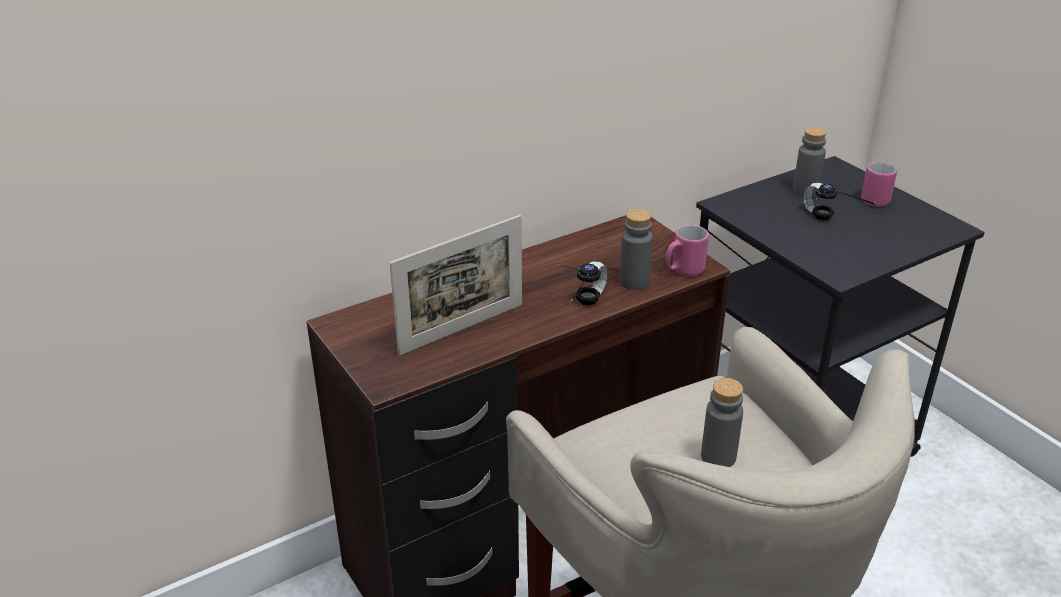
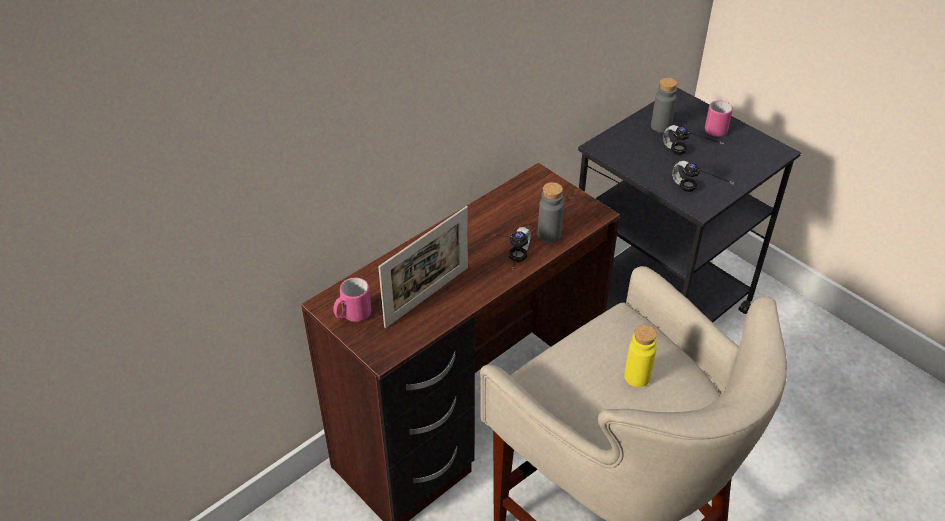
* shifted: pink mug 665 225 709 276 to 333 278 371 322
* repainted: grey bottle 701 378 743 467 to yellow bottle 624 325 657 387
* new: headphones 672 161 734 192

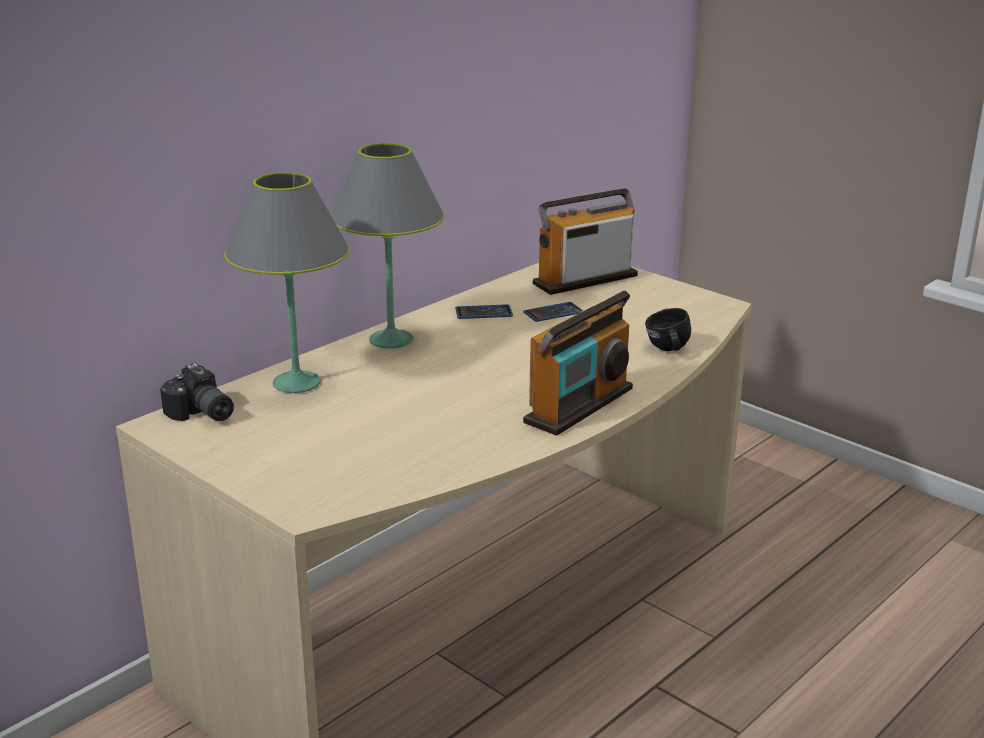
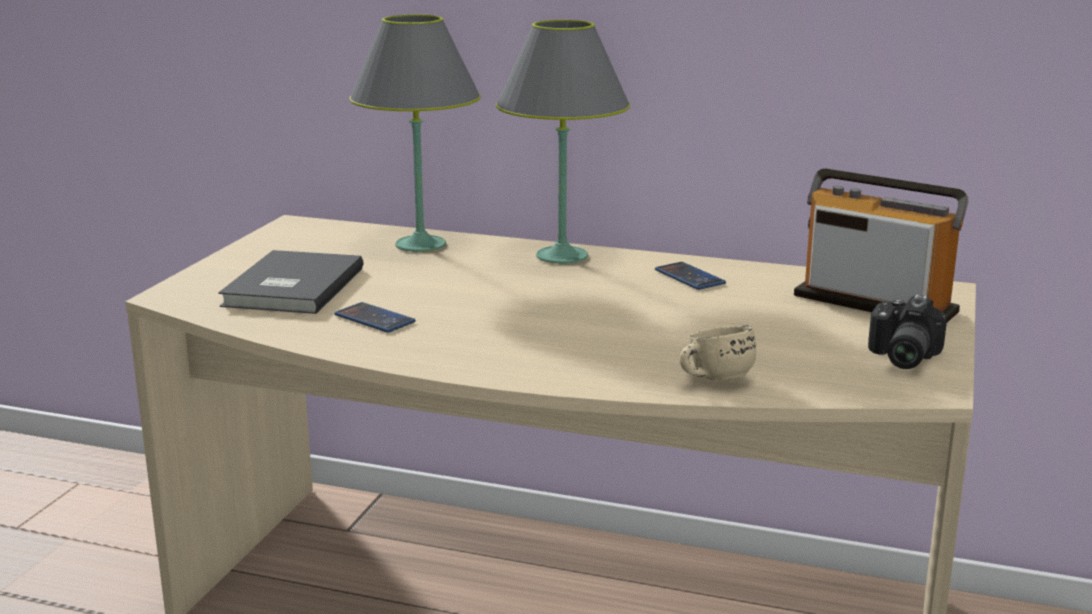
* new: grey book 218 250 364 314
* shifted: phone 523 302 583 322 to 334 302 416 333
* repainted: black mug 645 308 691 351 to beige mug 680 325 756 380
* shifted: photo camera 160 363 234 421 to 868 294 947 369
* gone: radio 523 291 633 436

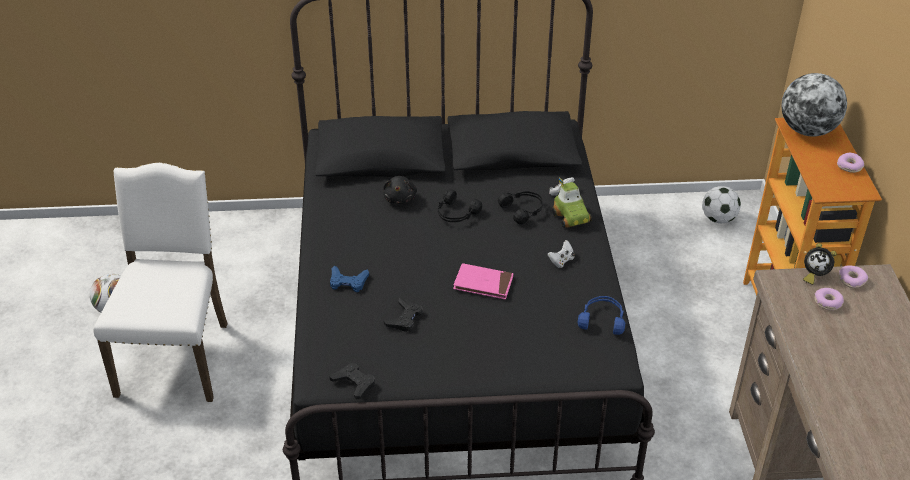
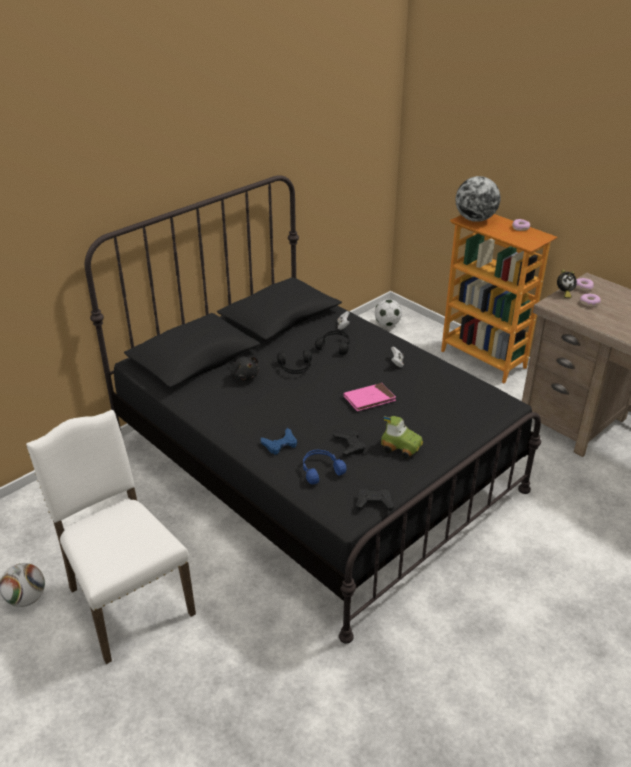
* shifted: blue headphones 577 296 625 335 to 303 450 347 484
* shifted: toy car 552 177 592 228 to 381 416 423 459

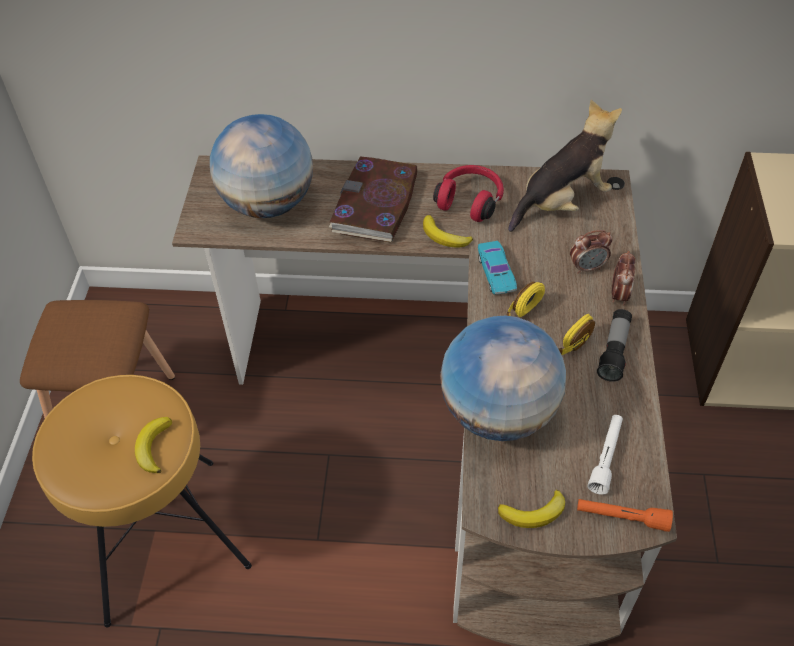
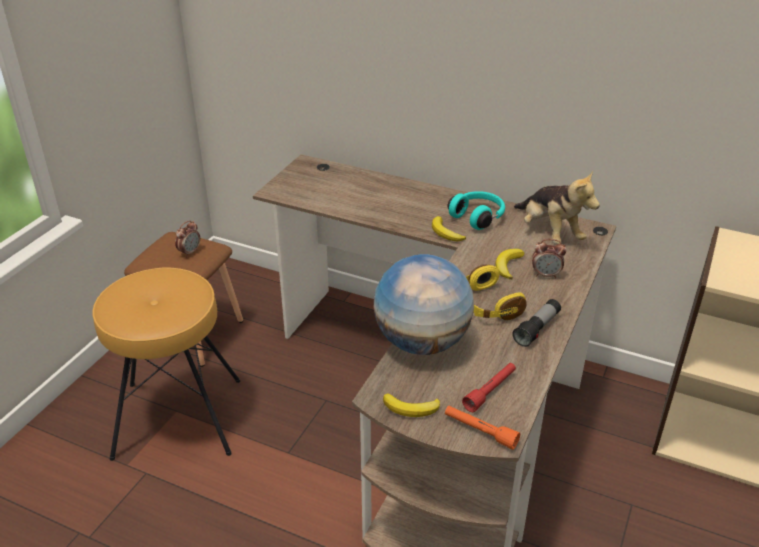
* shifted: alarm clock 612 251 635 305 to 175 220 200 257
* repainted: red headphones 433 165 504 222 to turquoise headphones 448 191 505 230
* repainted: white flashlight 588 415 623 495 to red flashlight 462 363 516 412
* shifted: banana 135 417 172 473 to 495 249 525 280
* rotated: plush toy 508 100 622 232 = 514 171 600 244 75 degrees clockwise
* gone: globe 210 114 313 218
* gone: book 329 157 417 243
* gone: turquoise toy car 478 241 517 295

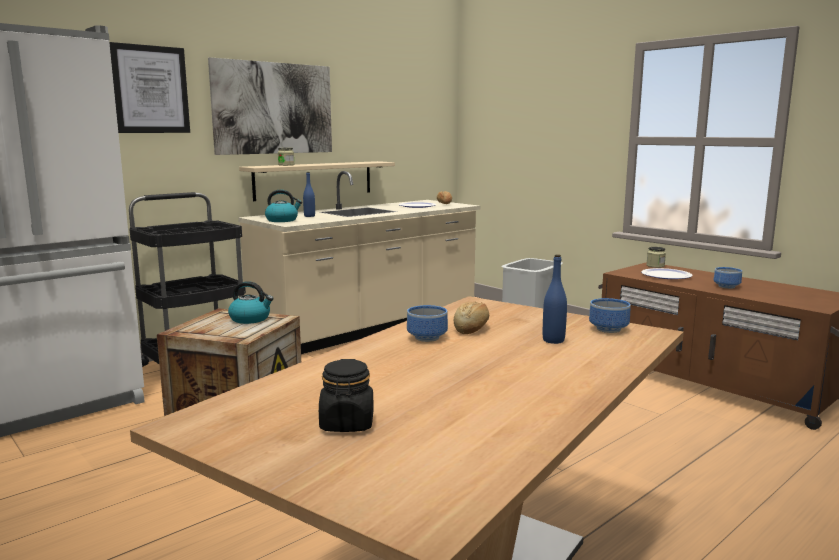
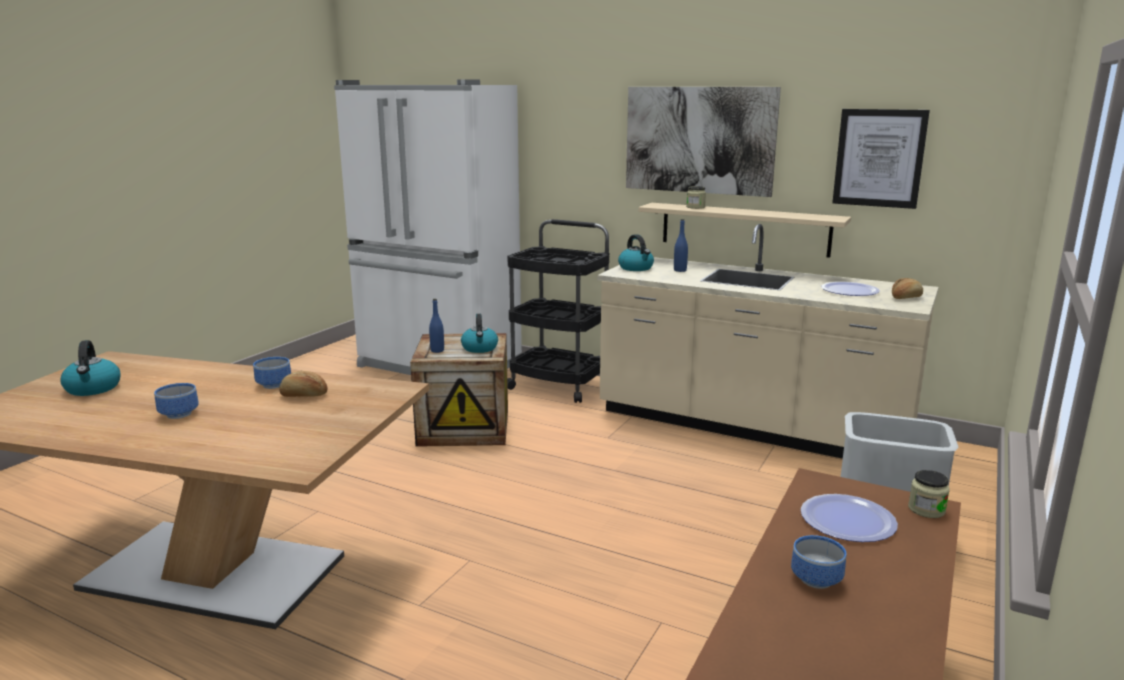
* swapped: black jar 319 359 374 432 to kettle 60 340 121 396
* shifted: bowl 589 298 631 333 to 154 383 199 419
* shifted: blue bottle 543 254 567 344 to 429 299 444 353
* shifted: picture 109 42 190 133 to 832 109 930 209

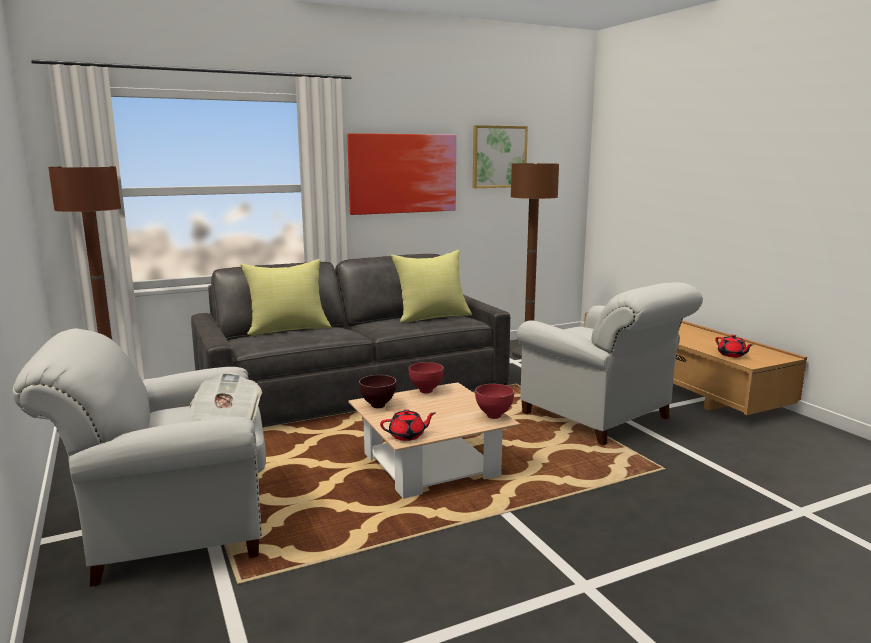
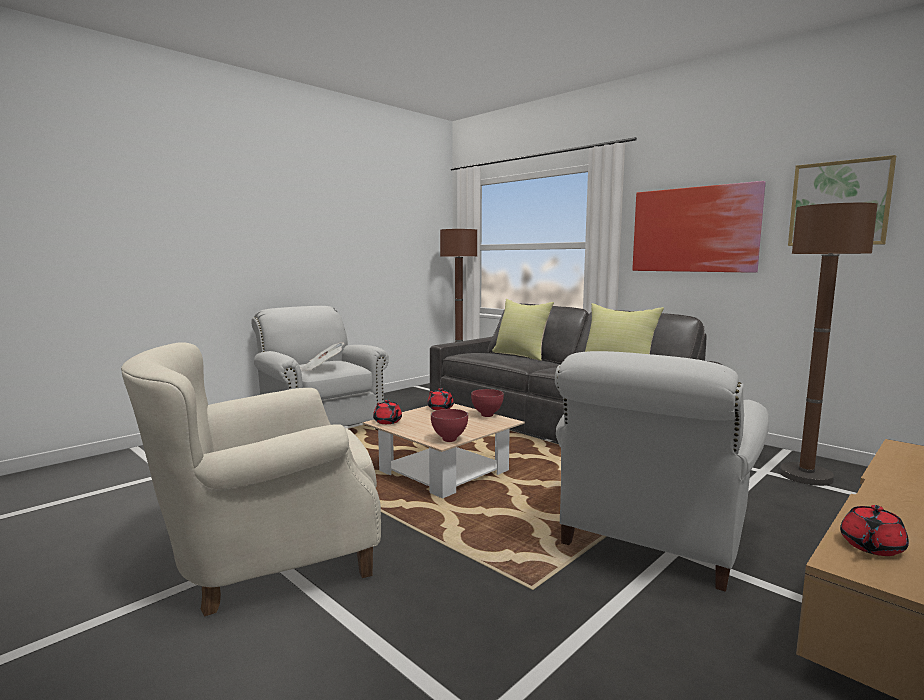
* new: beige armchair 121 343 381 617
* swapped: brown bowl 359 375 396 408 to red teapot 427 388 454 410

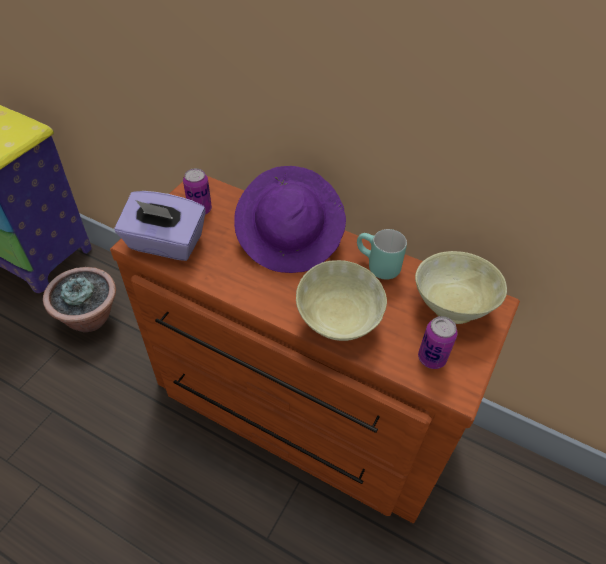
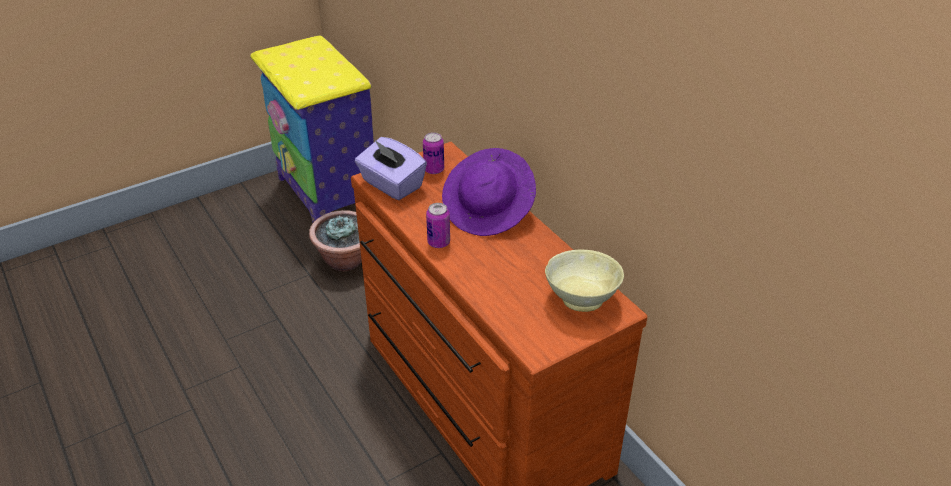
* shifted: can 418 316 458 369 to 426 203 450 248
* gone: beige bowl 296 260 387 341
* gone: turquoise mug 357 229 407 280

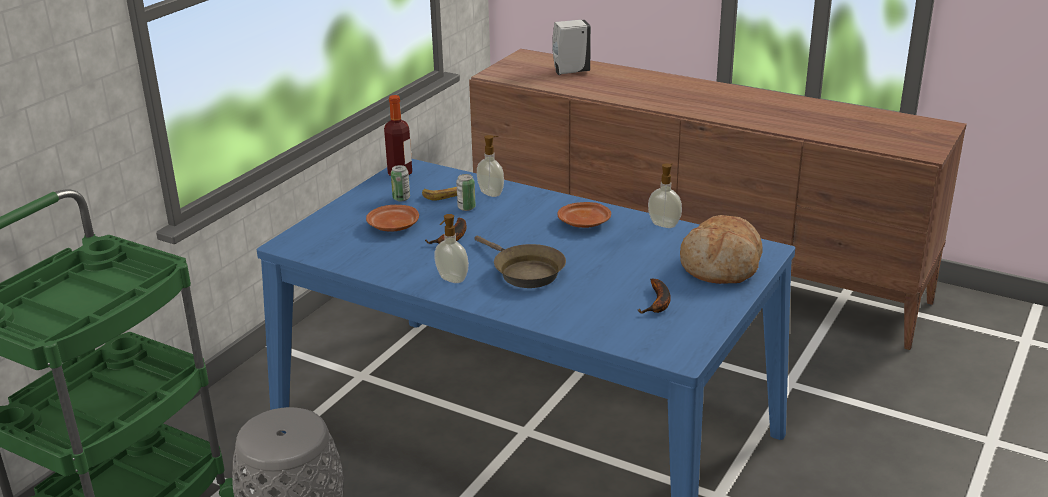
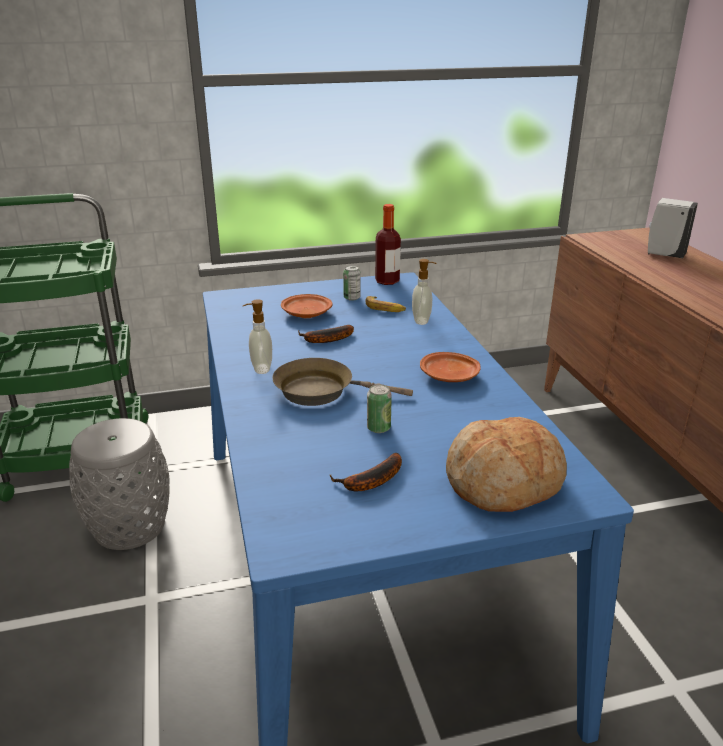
* rotated: brown frying pan 475 236 566 288 = 272 358 413 406 90 degrees clockwise
* shifted: can 456 174 476 211 to 367 384 392 433
* gone: soap dispenser 648 163 682 228

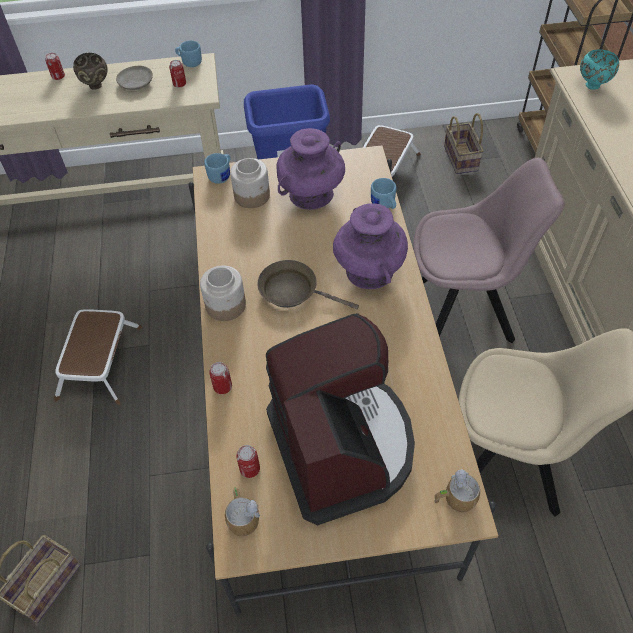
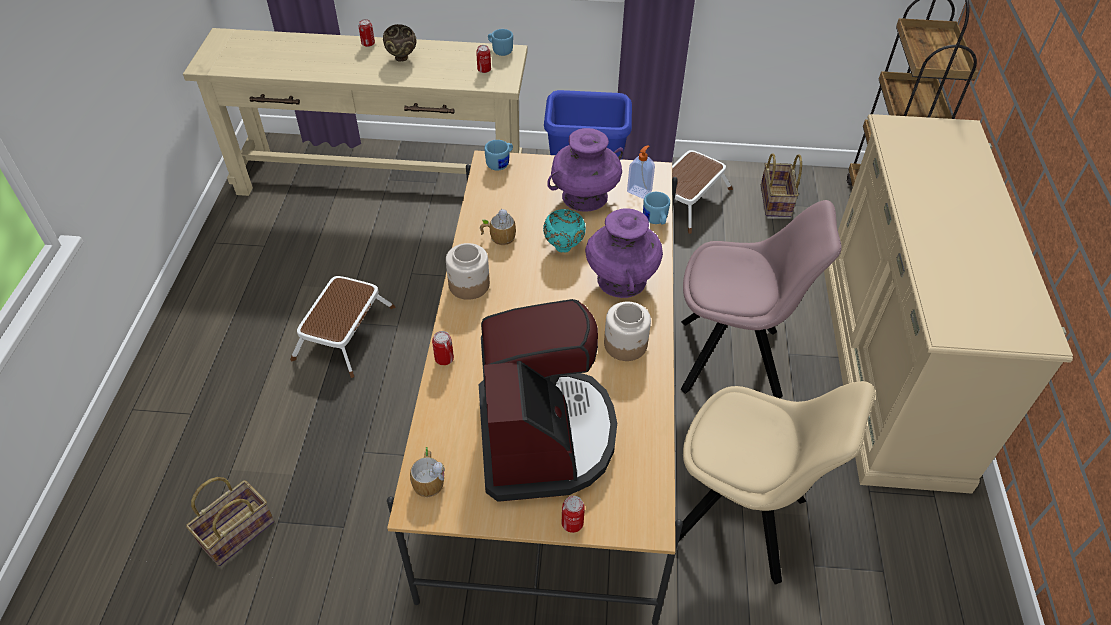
* shifted: mug 434 469 480 513 to 480 209 516 245
* shifted: turquoise bowl 580 50 619 90 to 543 209 586 253
* shifted: can 236 445 260 478 to 562 496 585 533
* shifted: jar 230 158 270 208 to 604 302 651 361
* new: soap dispenser 627 145 655 199
* gone: beige plate 116 66 153 90
* gone: brown frying pan 257 260 359 309

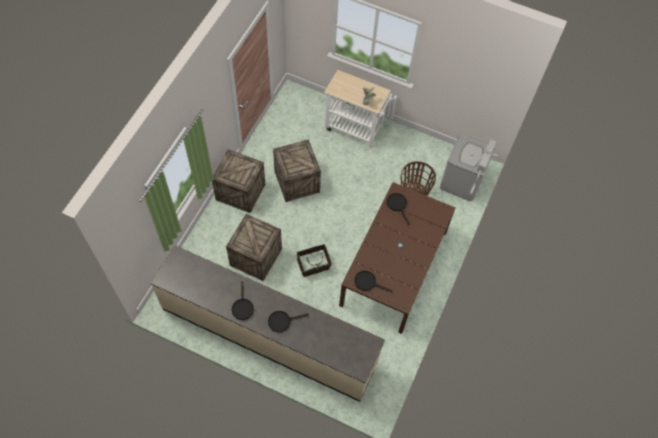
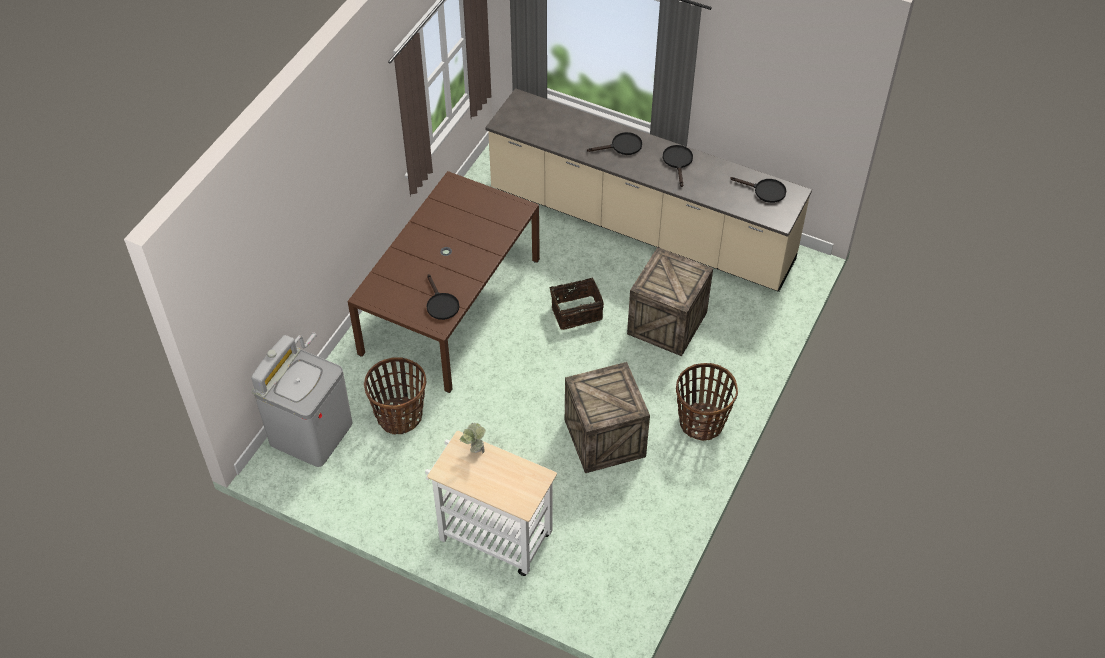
* swapped: crate 212 149 265 213 to basket 676 363 738 441
* shifted: black frying pan 355 271 392 292 to 730 177 786 203

